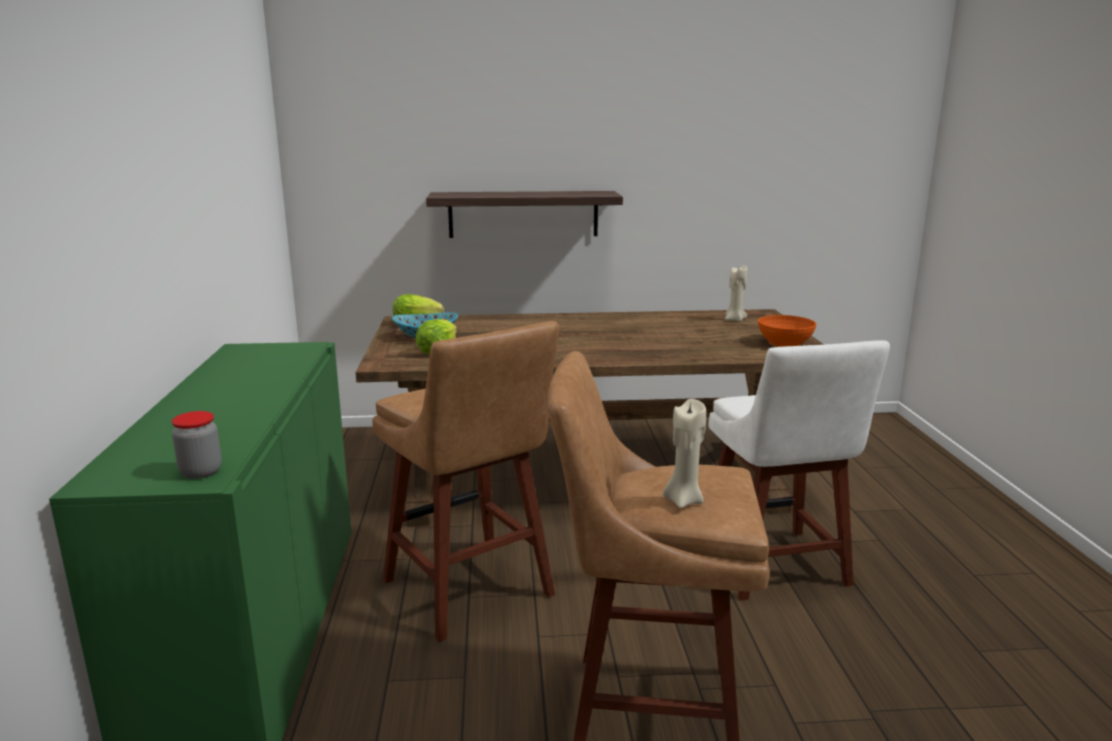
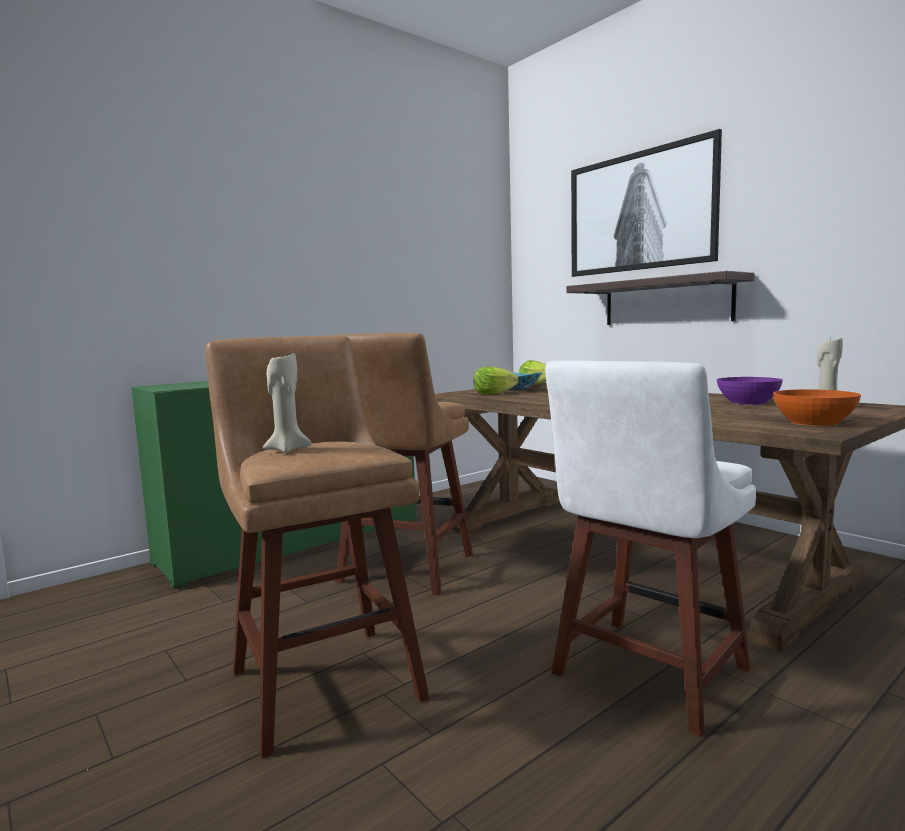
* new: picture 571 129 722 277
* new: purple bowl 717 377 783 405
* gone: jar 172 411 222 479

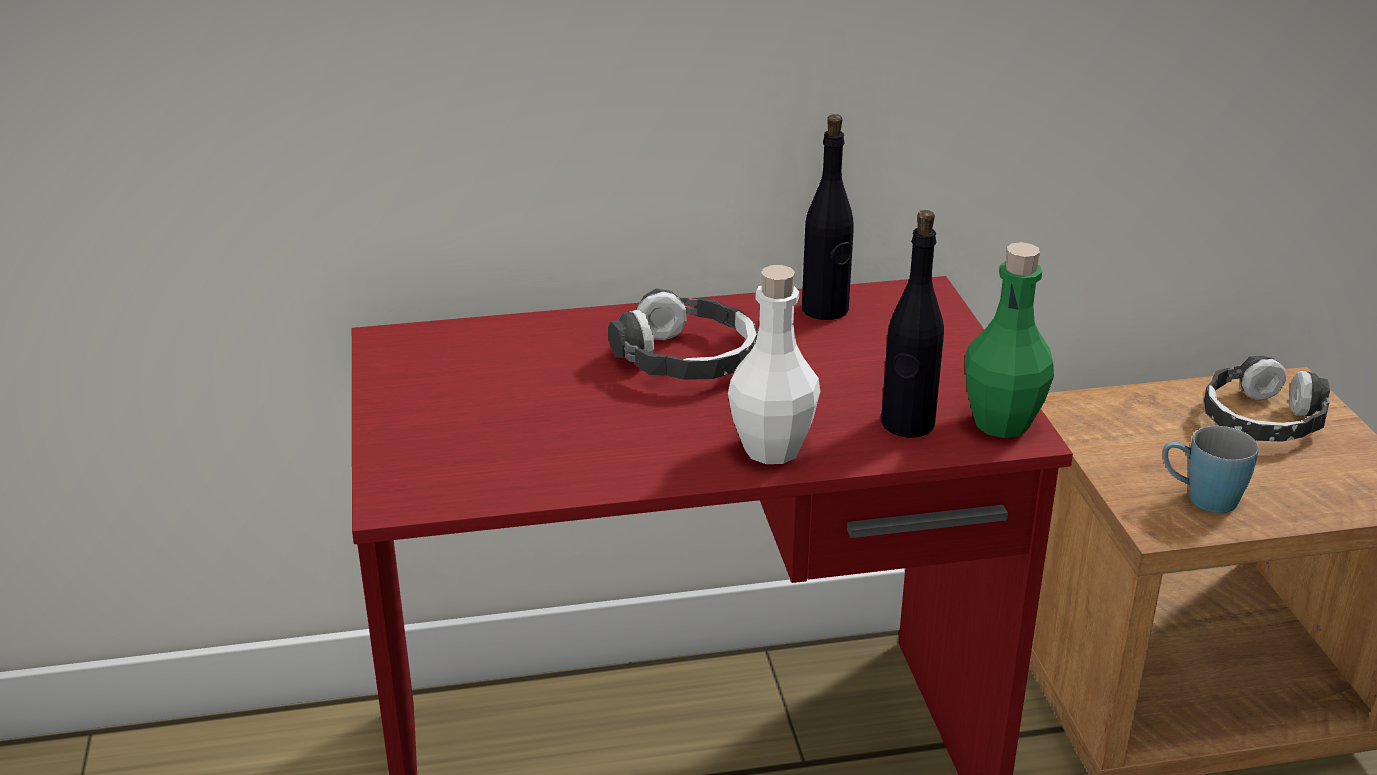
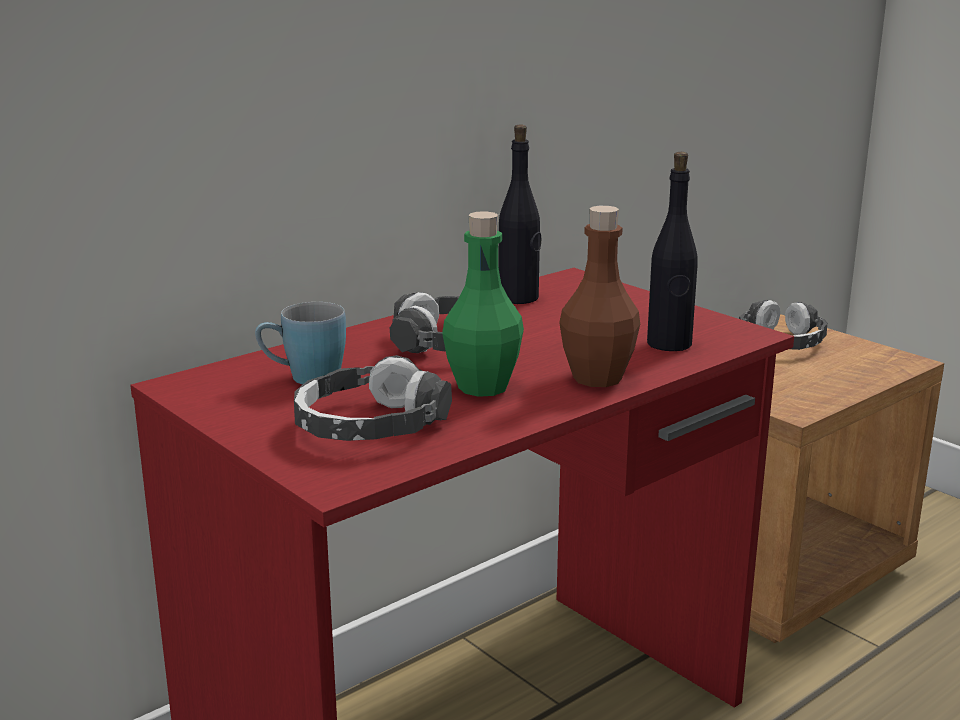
* shifted: blue mug 1163 426 1258 513 to 255 302 346 384
* new: headphones 294 355 452 441
* shifted: green bottle 964 242 1054 438 to 442 211 524 397
* repainted: white bottle 728 265 820 464 to brown bottle 559 206 640 387

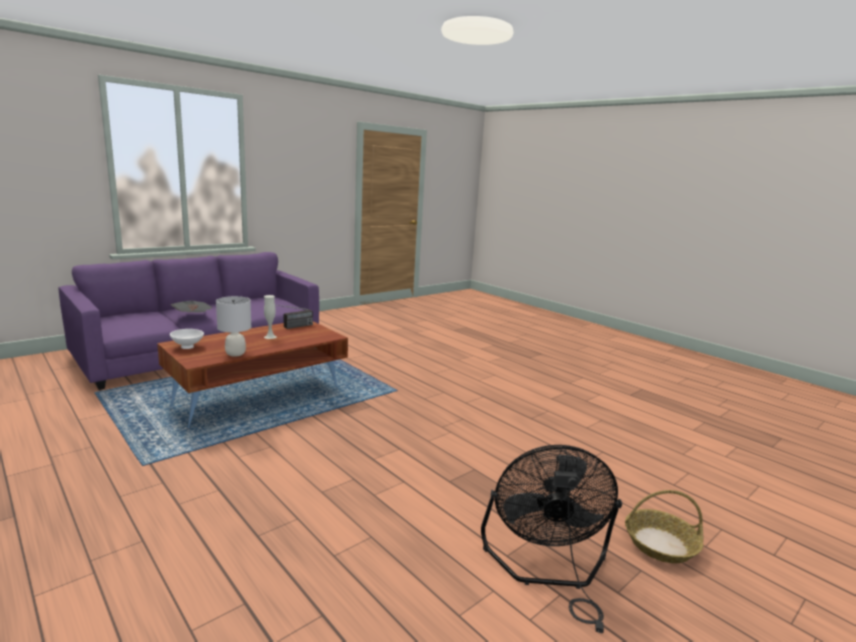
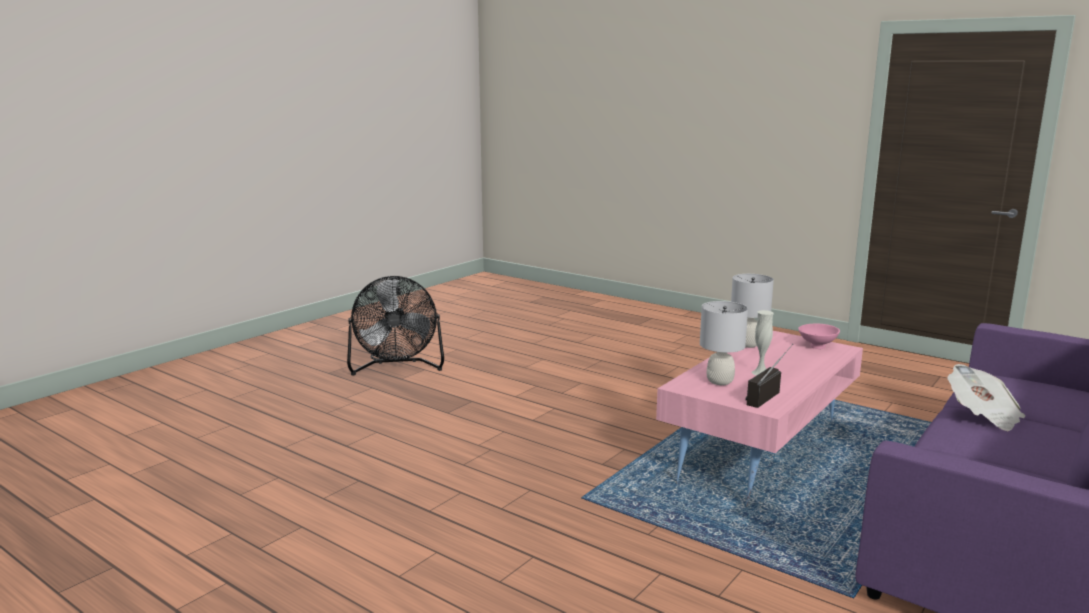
* repainted: brown coffee table 157 321 348 429 to pink coffee table 656 331 863 506
* new: grey table lamp 700 301 748 385
* repainted: white bowl 170 329 204 349 to pink bowl 798 324 840 349
* gone: basket 625 490 703 563

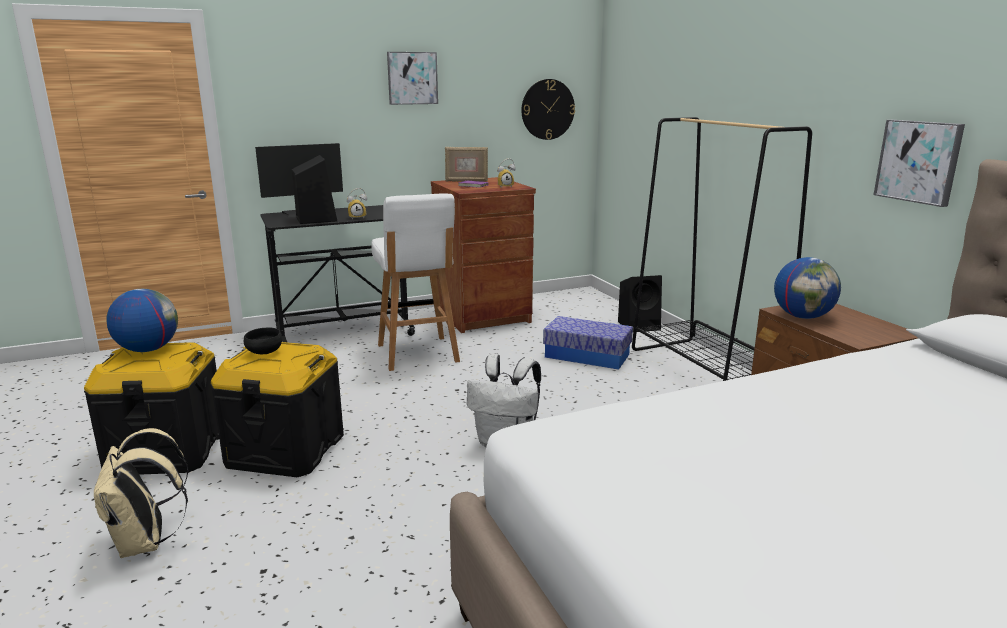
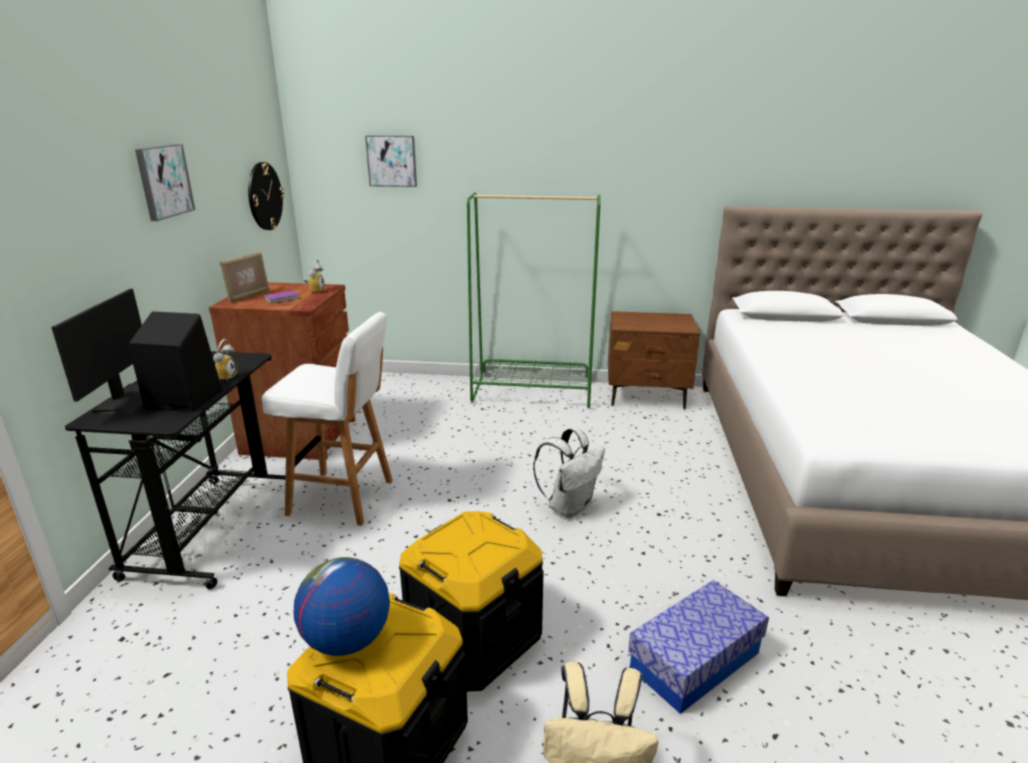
* shifted: picture 874 120 965 207 to 365 136 417 187
* repainted: black clothes rack 632 117 812 381 to green clothes rack 467 192 601 408
* shifted: storage box 543 316 633 370 to 628 580 769 714
* gone: black bowl 244 327 282 354
* gone: black speaker 618 275 662 332
* gone: globe 774 257 841 319

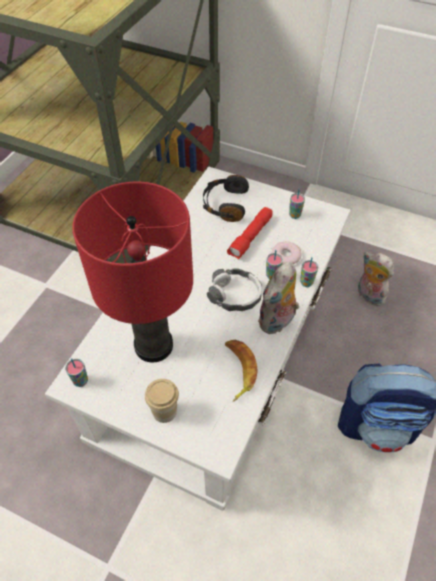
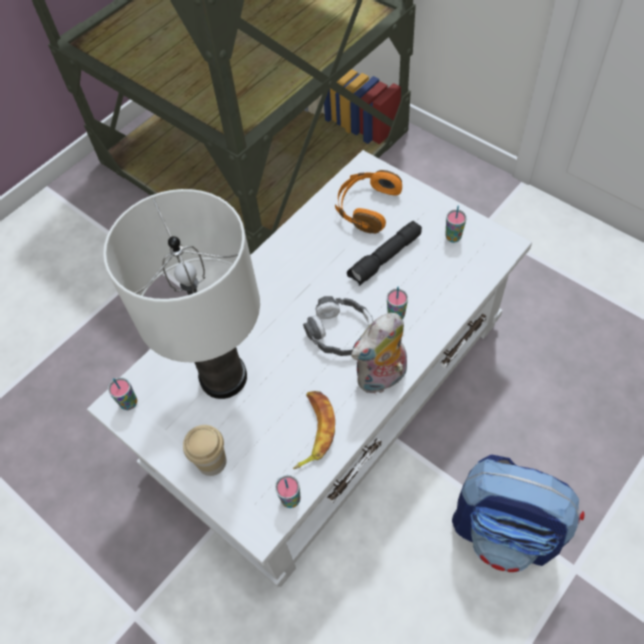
* repainted: red table lamp 72 182 193 362 to white table lamp 103 189 260 399
* shifted: cup 300 257 318 287 to 275 475 300 508
* repainted: black headphones 203 175 249 222 to orange headphones 335 170 402 234
* repainted: red flashlight 227 207 273 259 to black flashlight 347 221 422 286
* gone: donut 272 241 302 265
* gone: plush toy 358 252 394 306

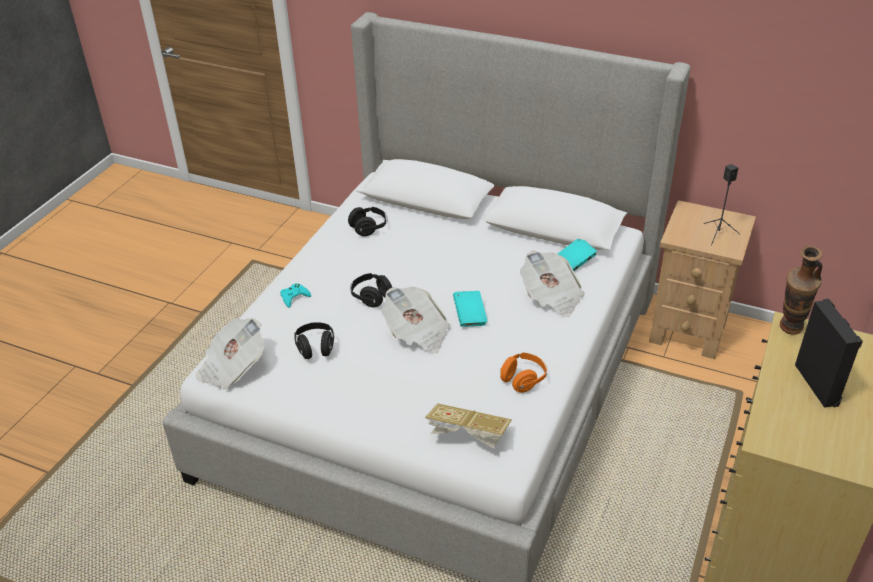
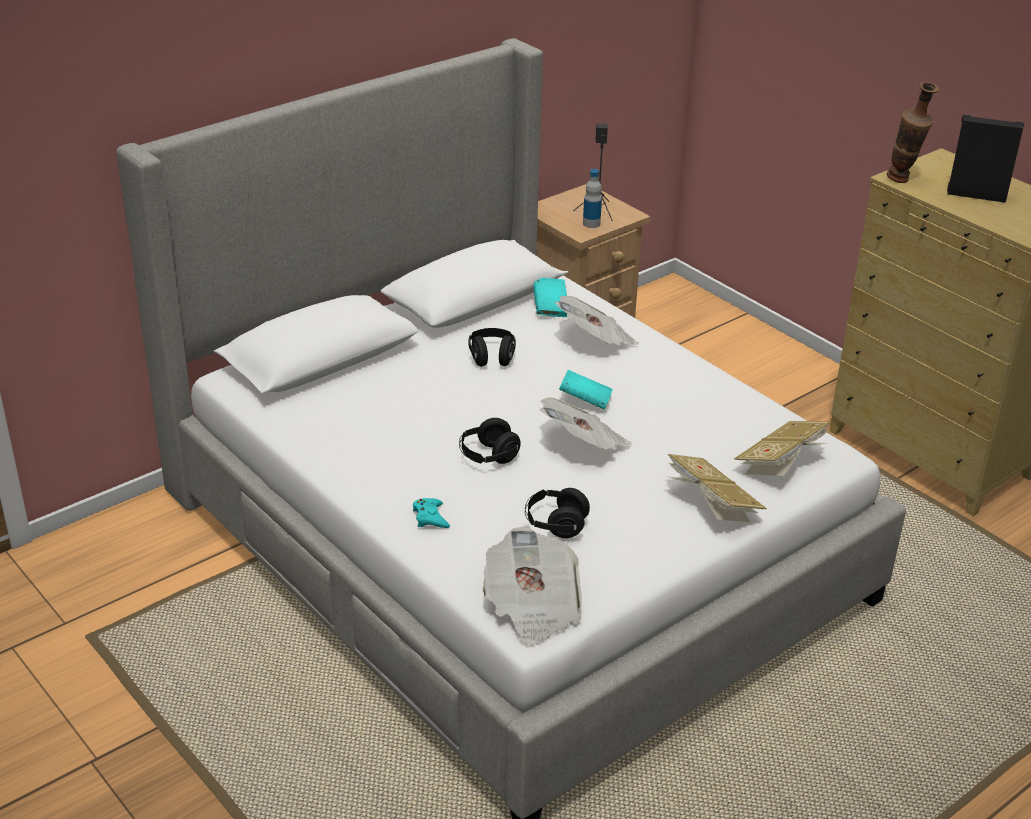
* shifted: black headphones 348 207 387 236 to 469 328 516 367
* new: bottle 583 169 602 228
* new: book 666 454 767 522
* gone: orange headphones 500 352 547 393

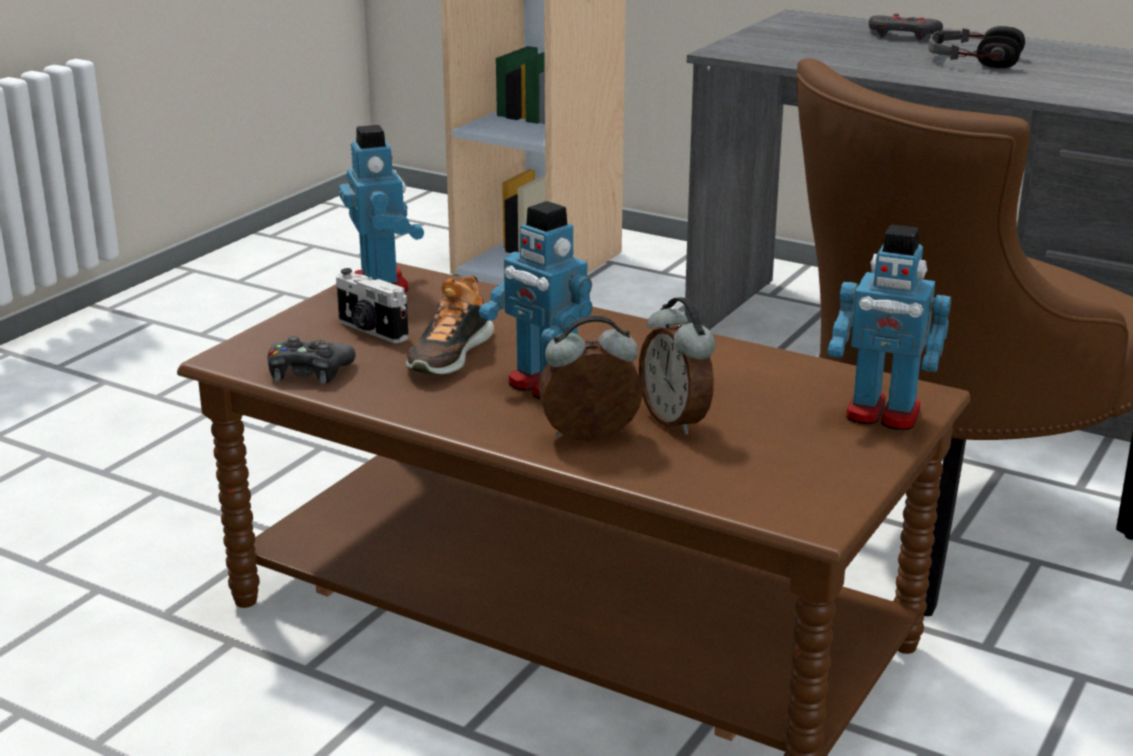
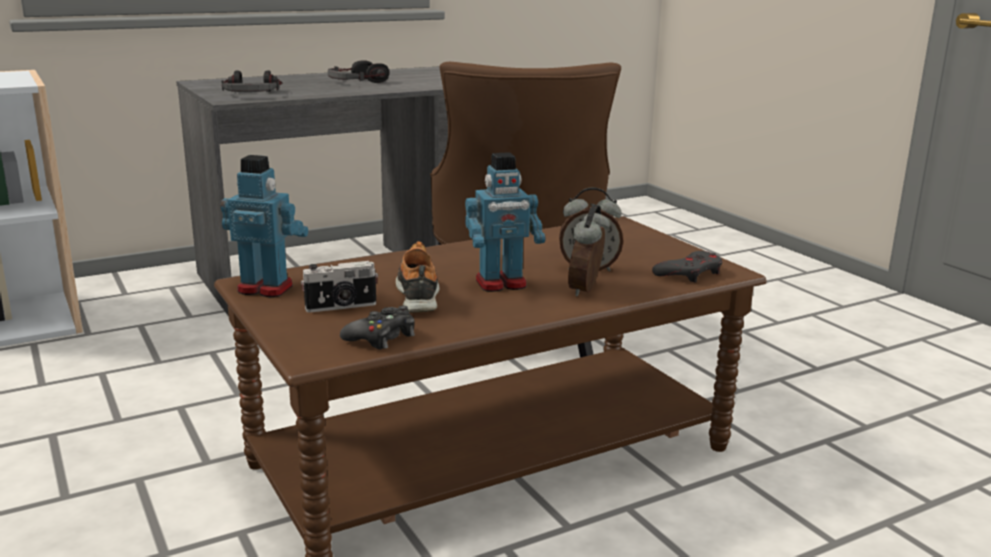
* new: headphones 221 70 283 92
* rotated: shoe 406 276 494 375 = 396 241 440 313 150 degrees counterclockwise
* shifted: grey game controller 869 14 943 40 to 652 251 722 282
* gone: toy robot 828 224 951 430

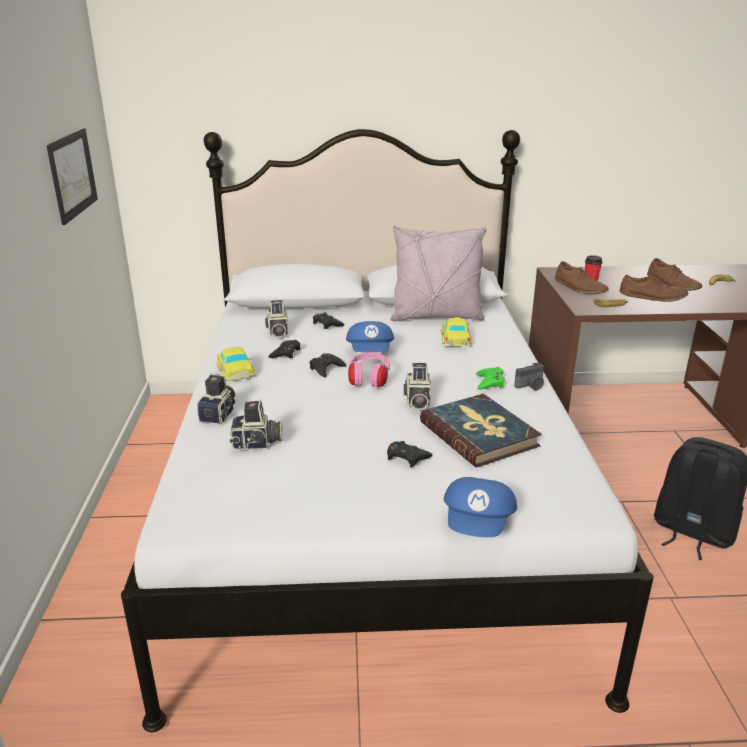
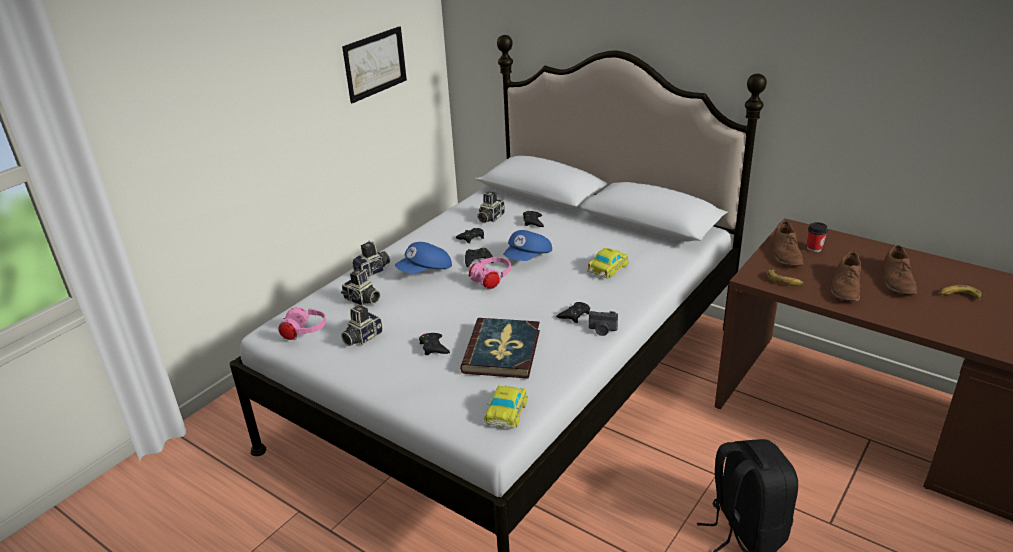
* new: pink headphones 277 308 326 340
* shifted: photo camera 404 363 431 410 to 341 305 383 346
* shifted: blue cap 444 477 517 537 to 395 242 452 274
* shifted: toy car 216 347 256 381 to 484 385 528 428
* repainted: green game controller 476 367 505 390 to black game controller 556 302 590 323
* rotated: brown shoe 620 275 688 302 = 831 252 861 301 60 degrees clockwise
* gone: purple pillow 390 226 486 321

